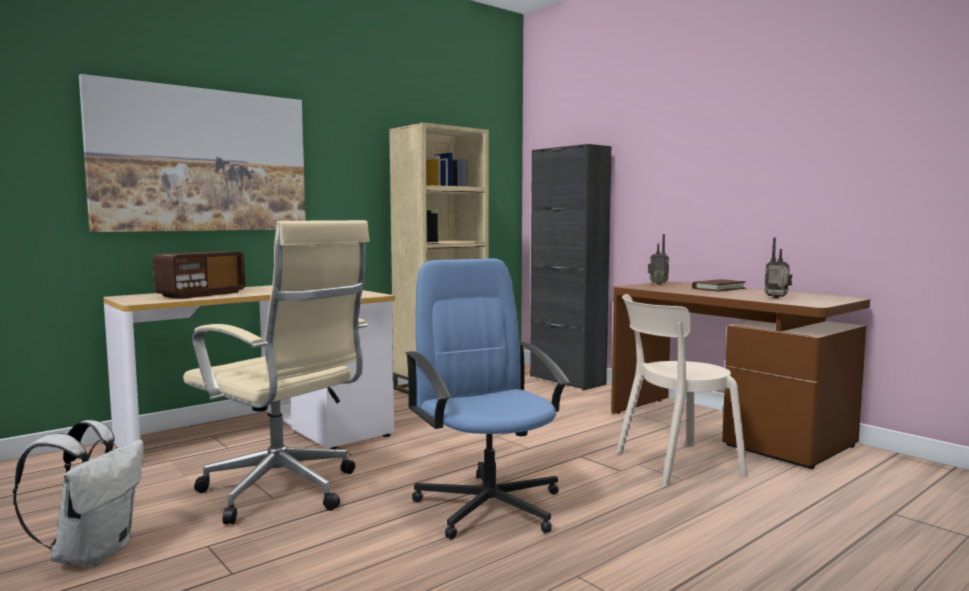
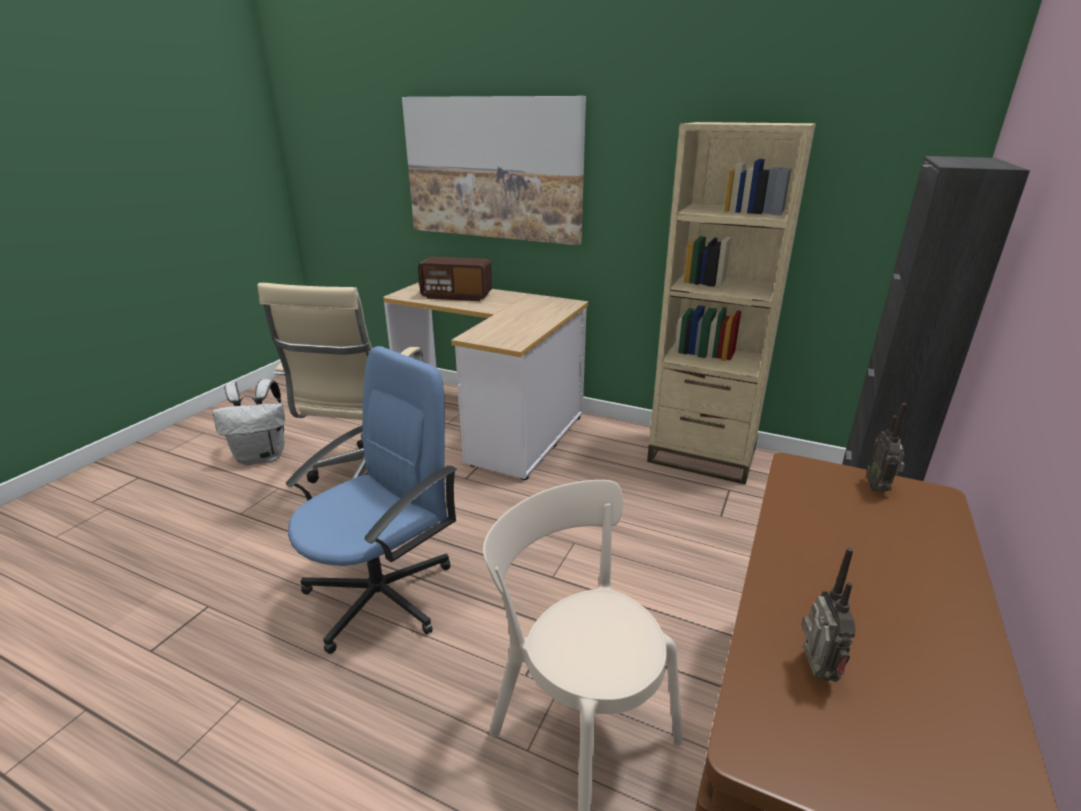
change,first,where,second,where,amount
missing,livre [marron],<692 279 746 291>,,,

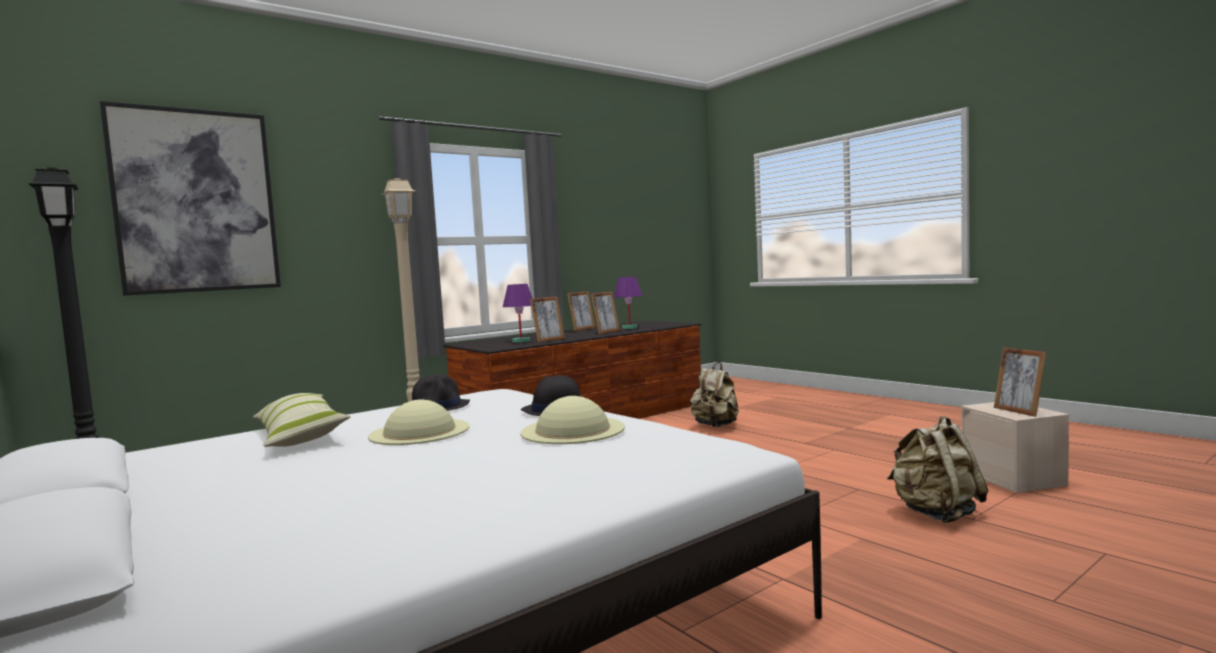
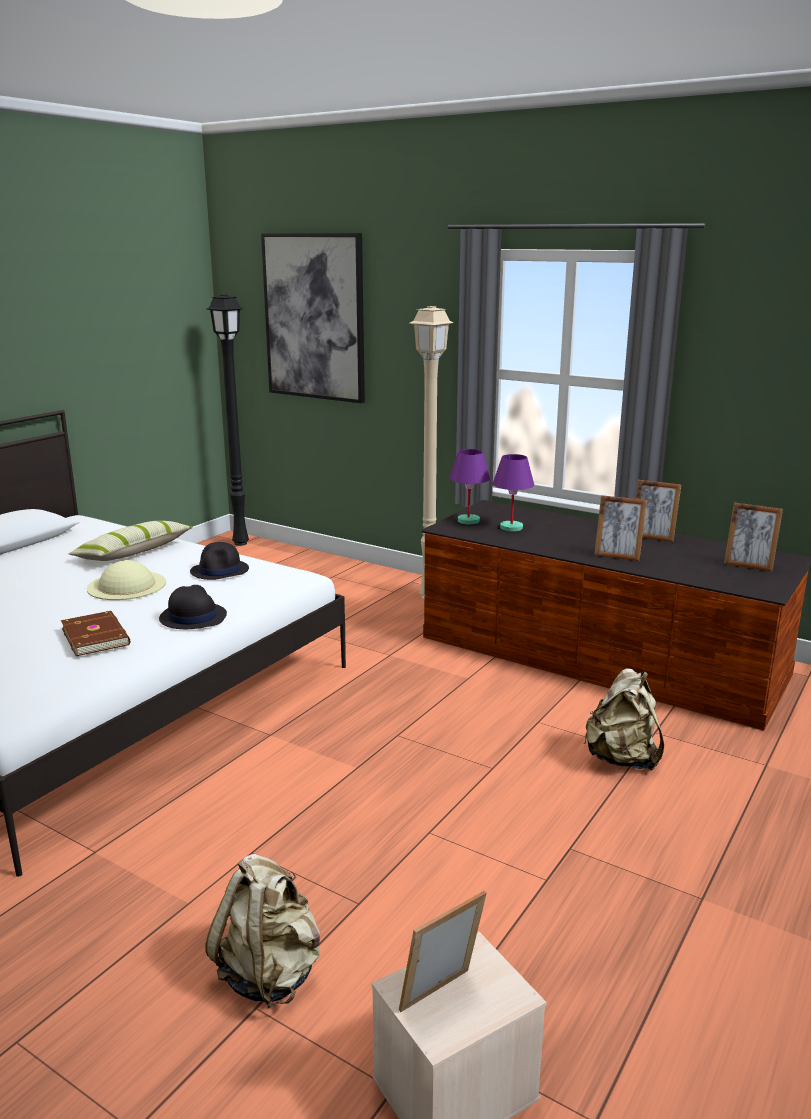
change,first,where,second,where,amount
relocated,lampe de table [violet],<614 277 643 329>,,<449 449 490 524>,
relocated,cadre photo,<530 296 565 343>,,<724 503 783 572>,
exchanged,chapeau [beige],<520 396 625 444>,livre [marron],<61 611 130 656>,

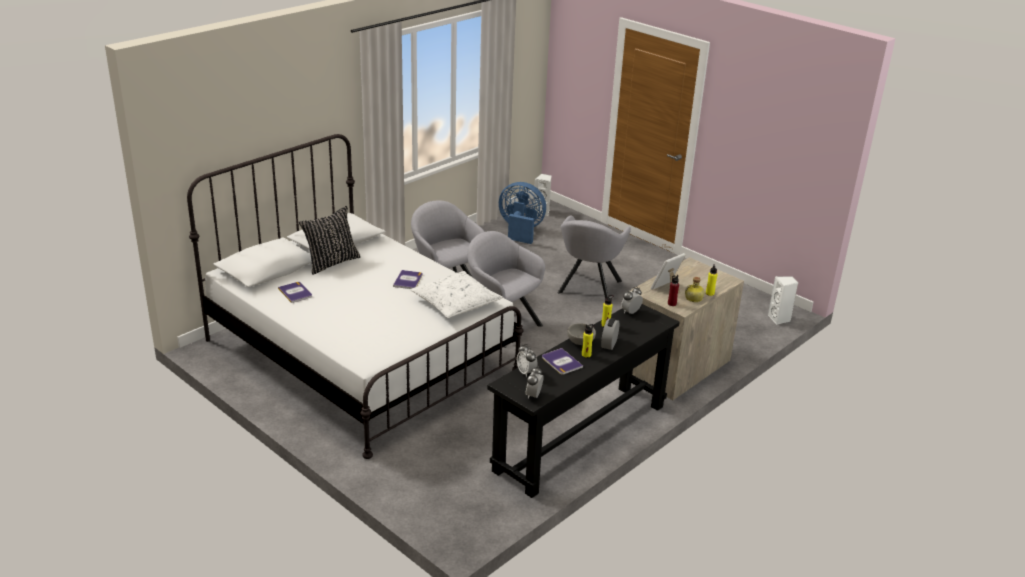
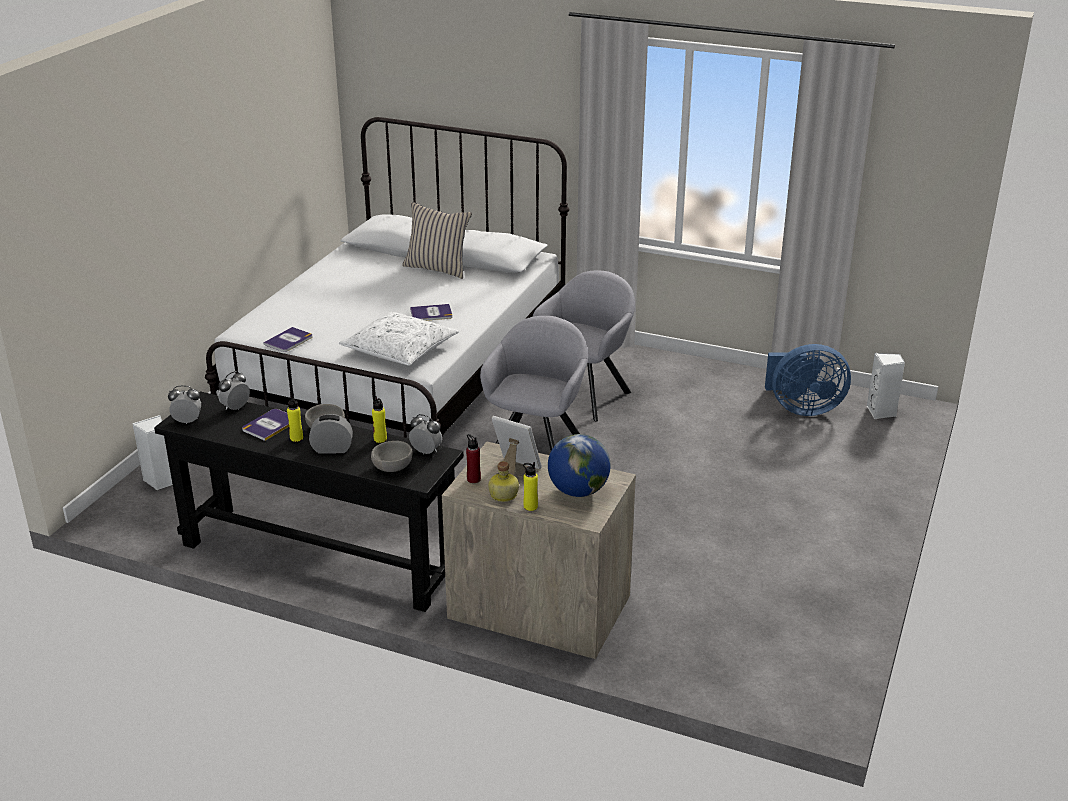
change,first,where,second,where,amount
spun,ventilateur [bleu],<499 182 546 244>,,<765 344 851 416>,90 degrees clockwise
colour,coussin [noir],<299 206 361 275>,coussin [beige],<402 202 472 279>,
missing,fauteuil [gris],<558 215 631 299>,,,
relocated,enceinte [blanc],<768 276 798 325>,,<132 415 173 490>,
relocated,livre,<278 282 312 303>,,<263 327 313 352>,
appeared,,,globe,<548 434 611 497>,
appeared,,,bol [gris],<371 441 412 472>,

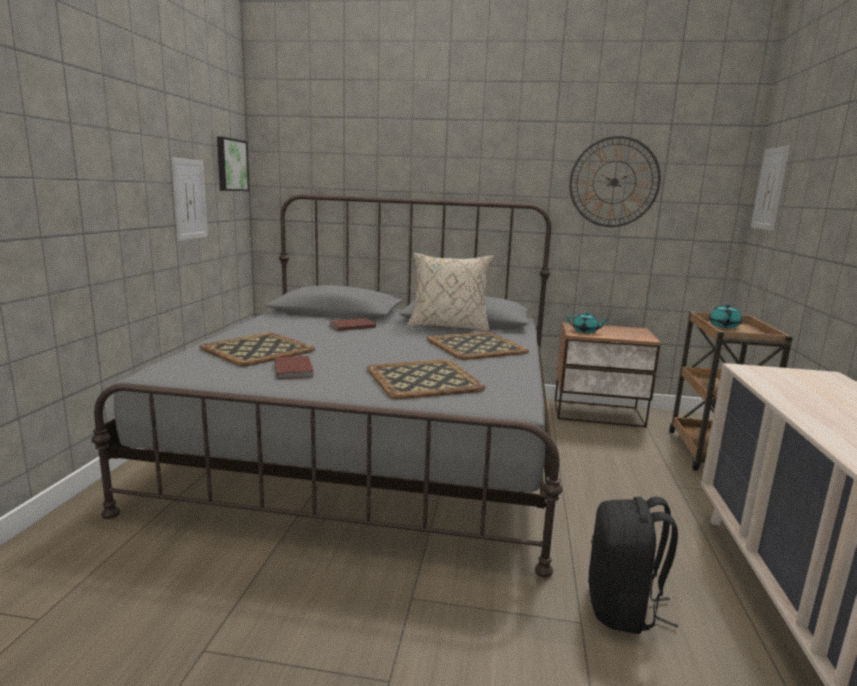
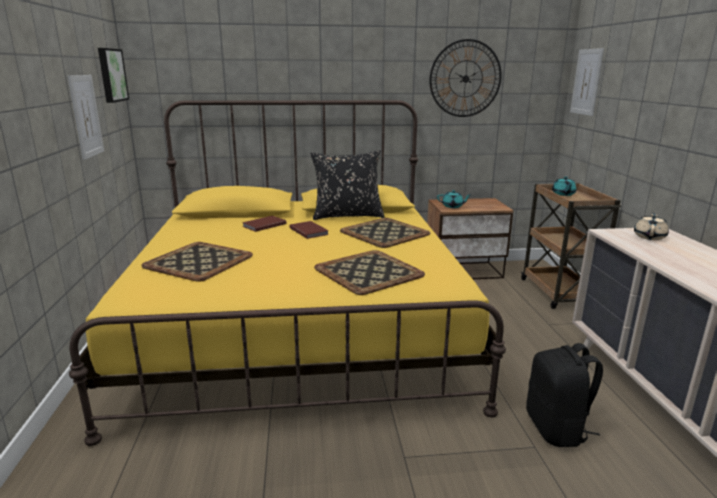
change,first,where,second,where,amount
colour,lit [gris],<91 194 562 578>,lit [jaune],<69 100 506 446>,
colour,coussin [beige],<407 253 494 332>,coussin [noir],<310 150 385 220>,
relocated,livre [marron],<275 356 314 379>,,<289 221 329 239>,
appeared,,,théière [beige],<634 213 669 240>,

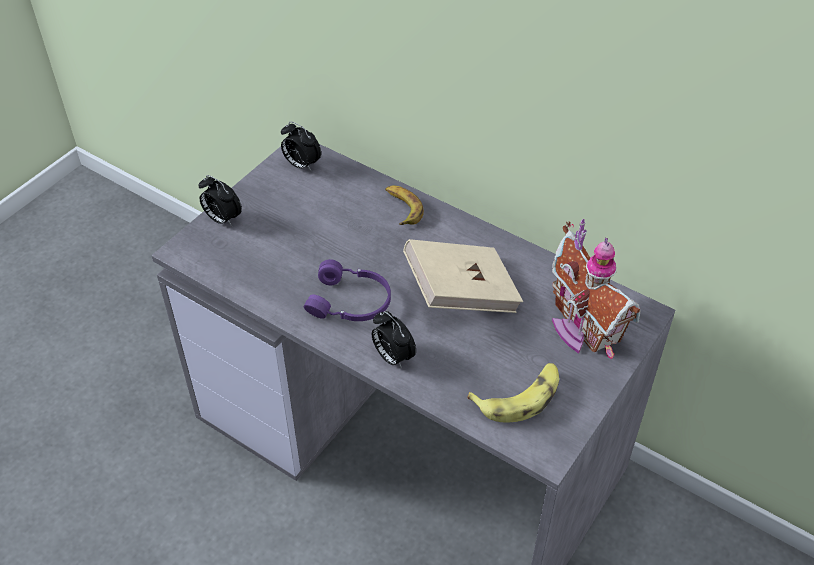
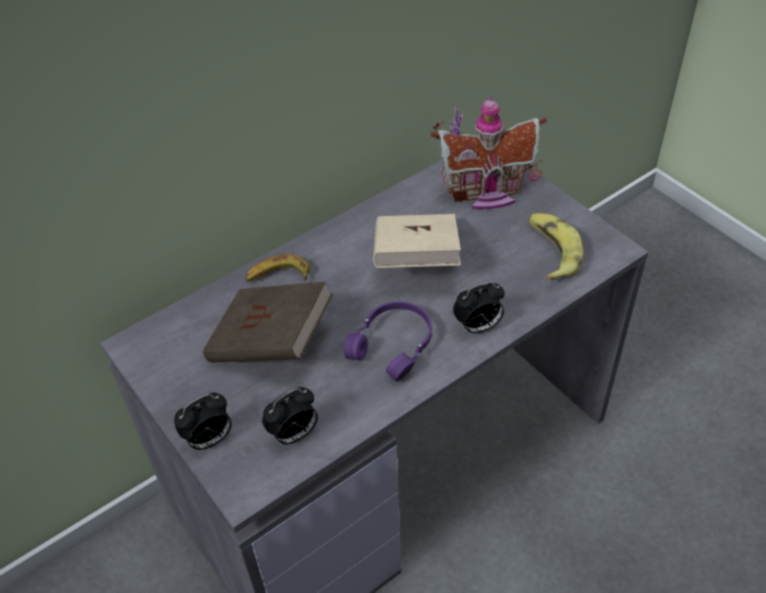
change,first,where,second,where,amount
relocated,réveil,<281 121 321 172>,,<262 387 318 446>,
appeared,,,livre [marron],<203 282 333 362>,

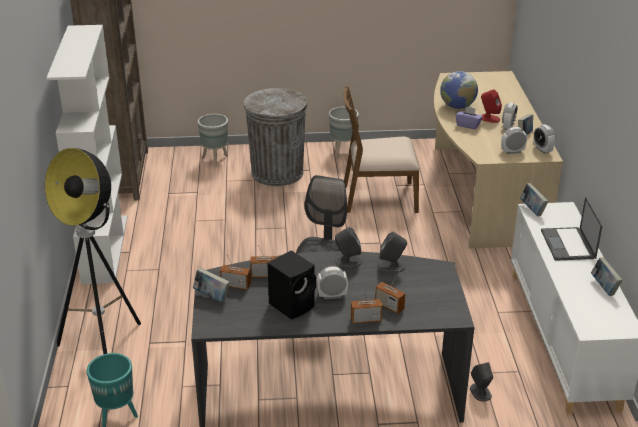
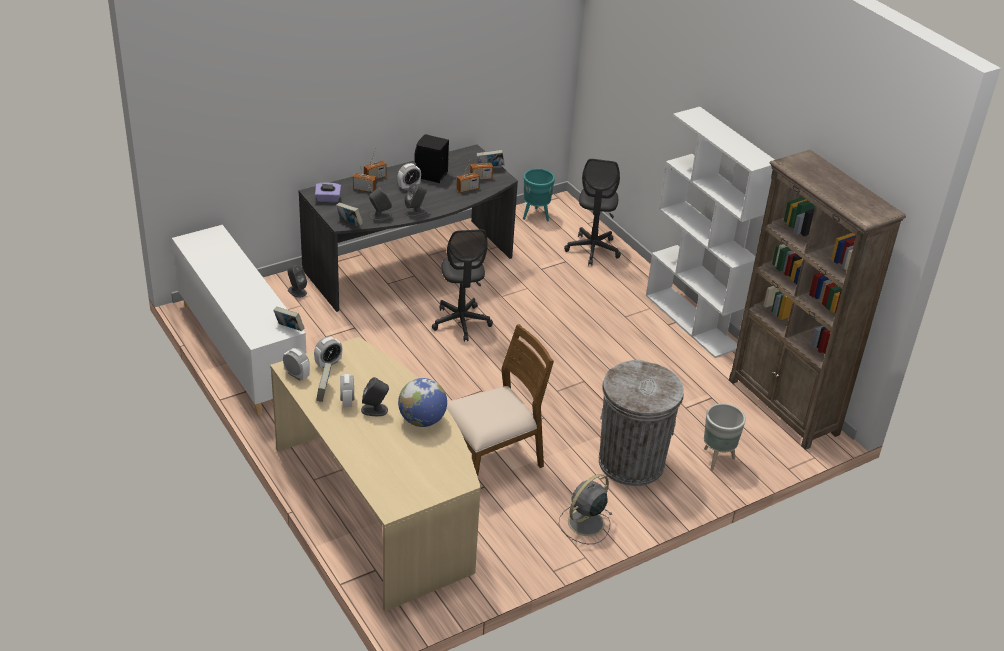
change,first,where,second,where,amount
colour,enceinte [rouge],<481 89 502 123>,enceinte [gris],<361 377 389 416>,
relocated,boîte à mouchoirs [violet],<455 106 483 130>,,<315 183 341 202>,
exchanged,cache-pot [gris],<329 107 359 159>,ventilateur [gris],<559 474 612 544>,
exchanged,lampadaire,<45 148 141 354>,chaise de bureau [gris],<564 159 621 266>,
missing,ordinateur portable,<541 197 602 261>,,,
relocated,livre,<591 257 623 296>,,<336 202 363 226>,

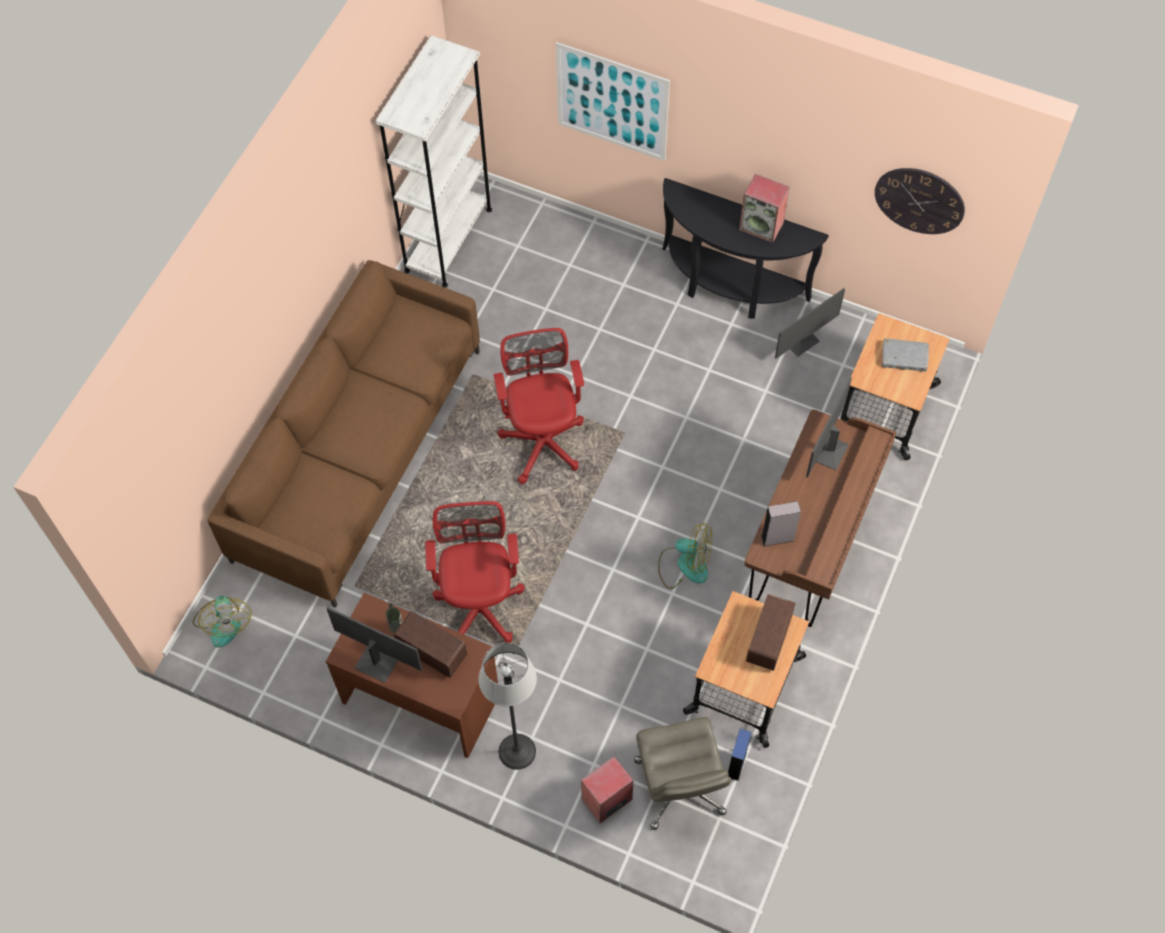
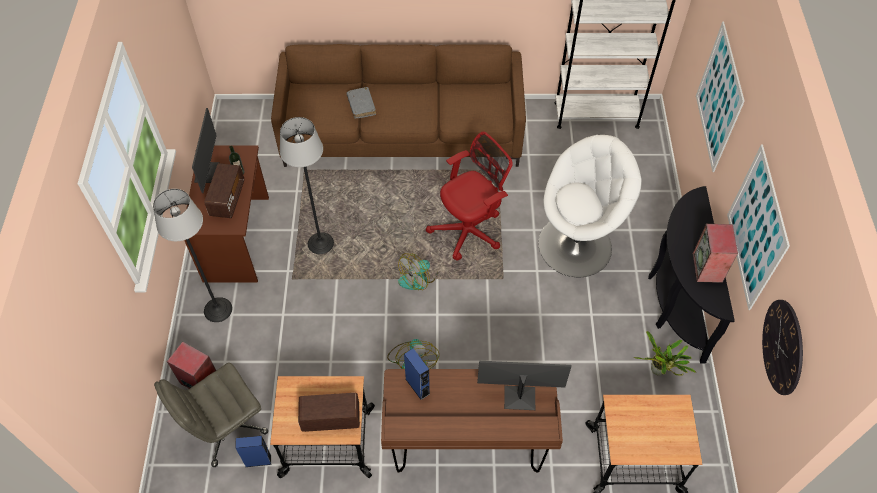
change,first,where,second,where,amount
exchanged,écran d'ordinateur,<775 288 845 359>,plante en pot,<634 331 696 375>,
relocated,livre [gris],<882 338 929 372>,,<346 87 376 118>,
exchanged,chaise de bureau [rouge],<425 501 525 643>,lampadaire,<280 117 334 254>,
colour,enceinte [gris],<761 501 801 546>,enceinte [bleu],<404 348 430 400>,
relocated,ventilateur,<193 596 252 648>,,<398 253 437 290>,
appeared,,,fauteuil [blanc],<538 135 642 277>,
appeared,,,tableau,<727 145 790 310>,

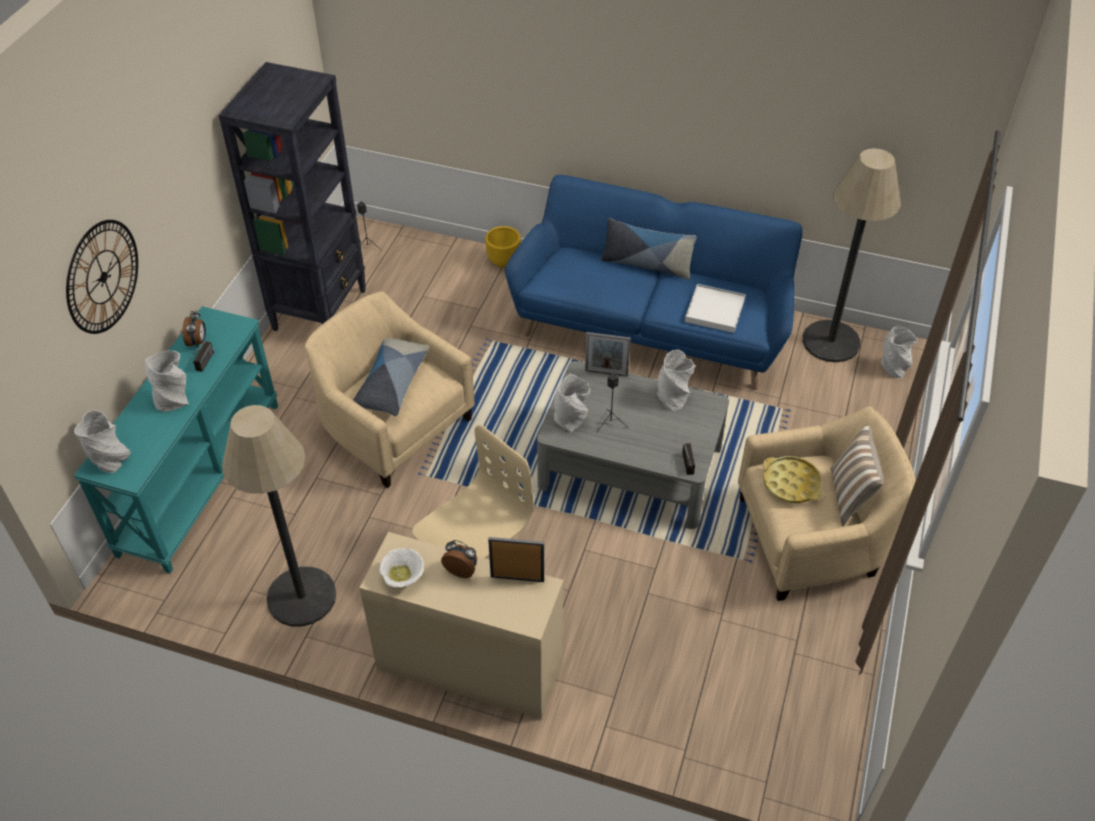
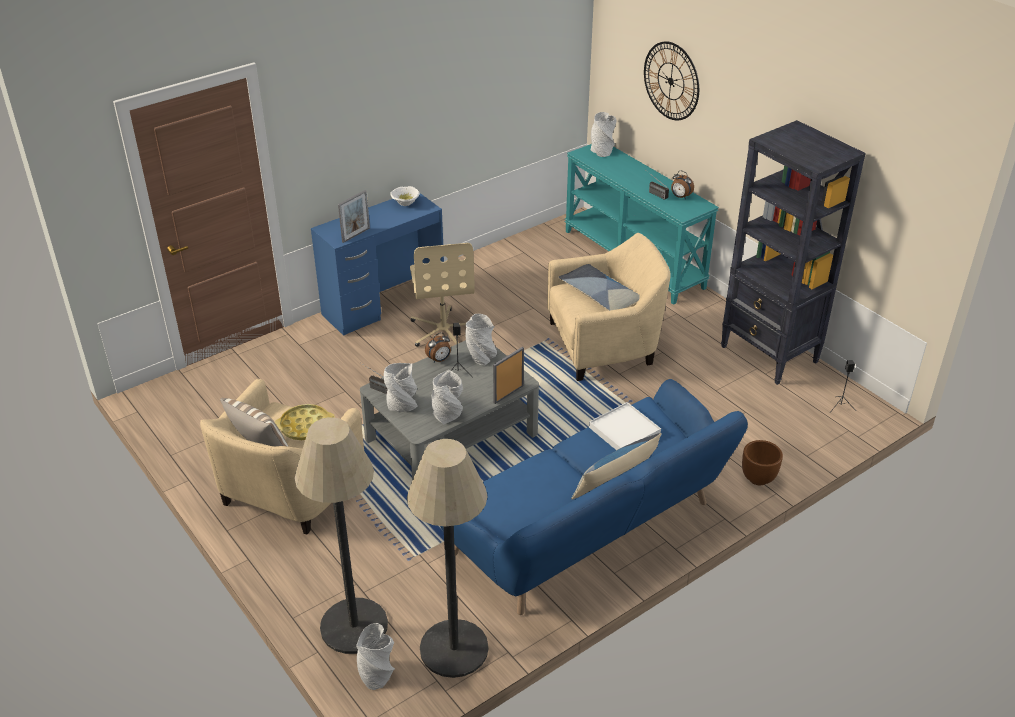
change,first,where,second,where,amount
colour,cache-pot [jaune],<485 226 521 268>,cache-pot [marron],<742 440 783 485>,
relocated,plateau [blanc],<685 284 746 333>,,<589 402 661 450>,
relocated,vase [gris],<145 351 189 412>,,<384 363 417 412>,
relocated,lampadaire,<222 405 336 627>,,<295 417 388 654>,
colour,bureau [beige],<360 532 564 719>,bureau [bleu],<311 193 444 336>,
relocated,réveil,<441 540 477 578>,,<425 333 451 362>,

